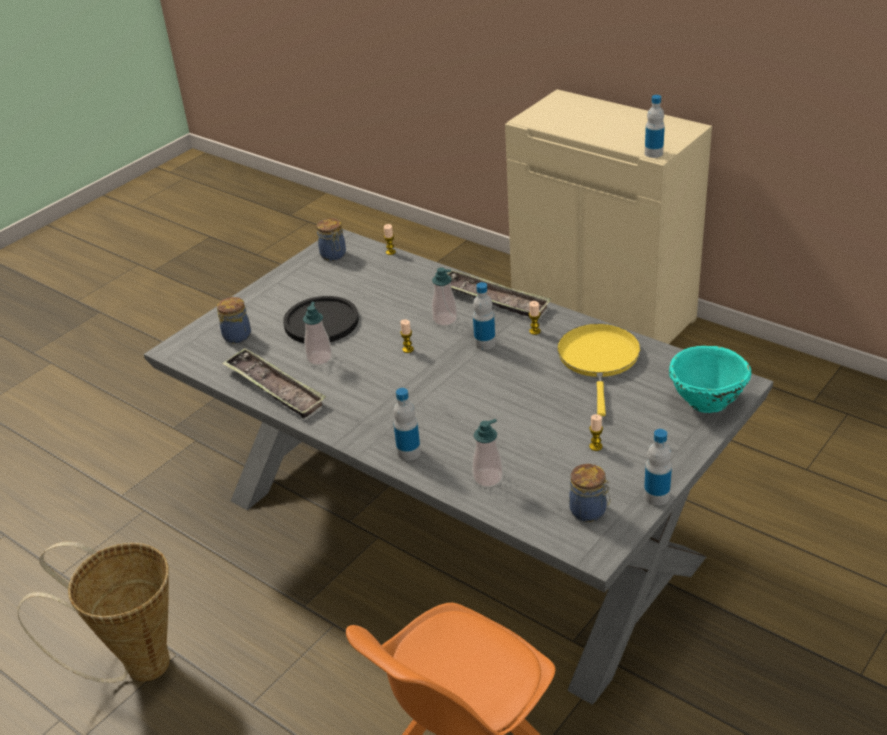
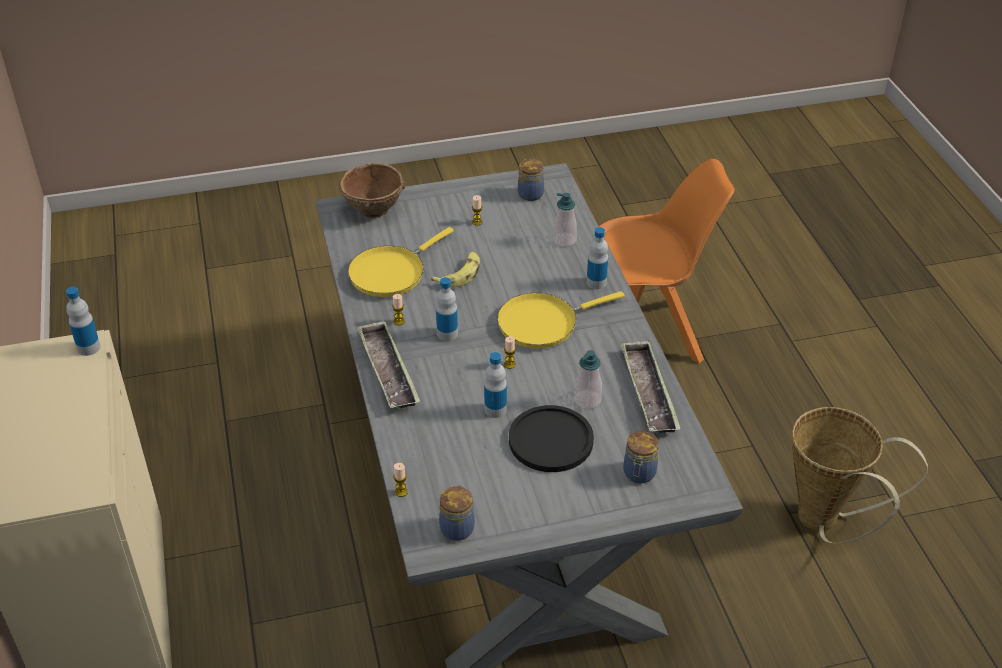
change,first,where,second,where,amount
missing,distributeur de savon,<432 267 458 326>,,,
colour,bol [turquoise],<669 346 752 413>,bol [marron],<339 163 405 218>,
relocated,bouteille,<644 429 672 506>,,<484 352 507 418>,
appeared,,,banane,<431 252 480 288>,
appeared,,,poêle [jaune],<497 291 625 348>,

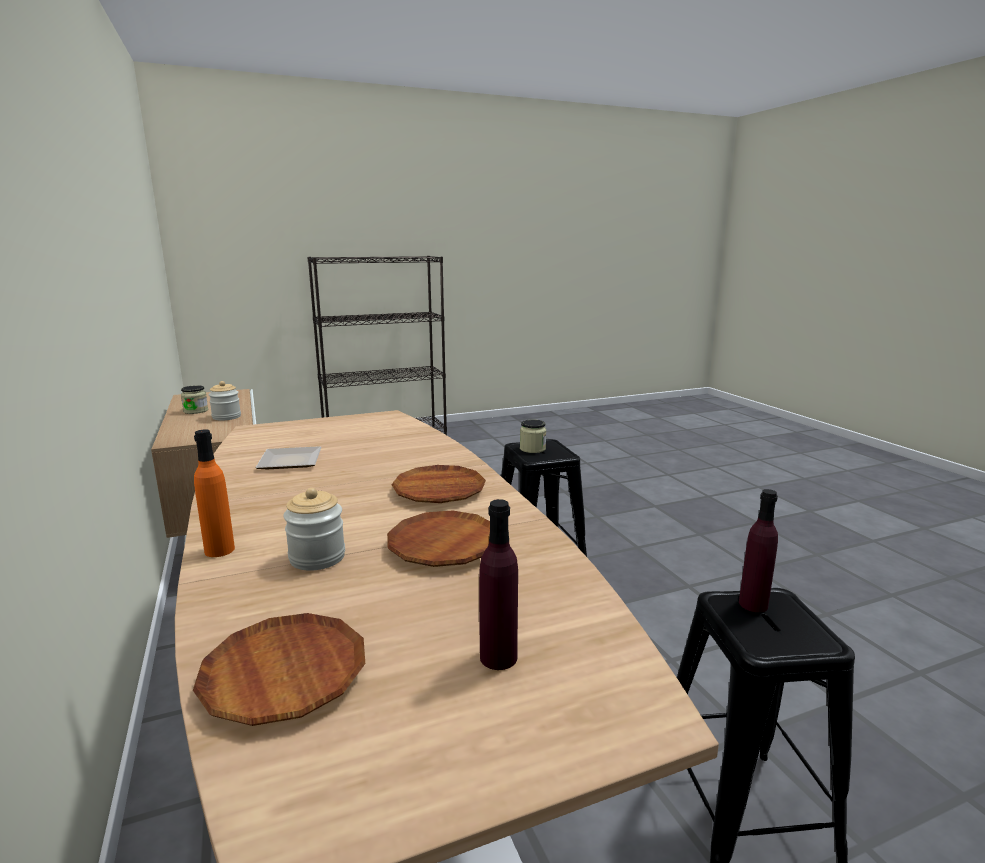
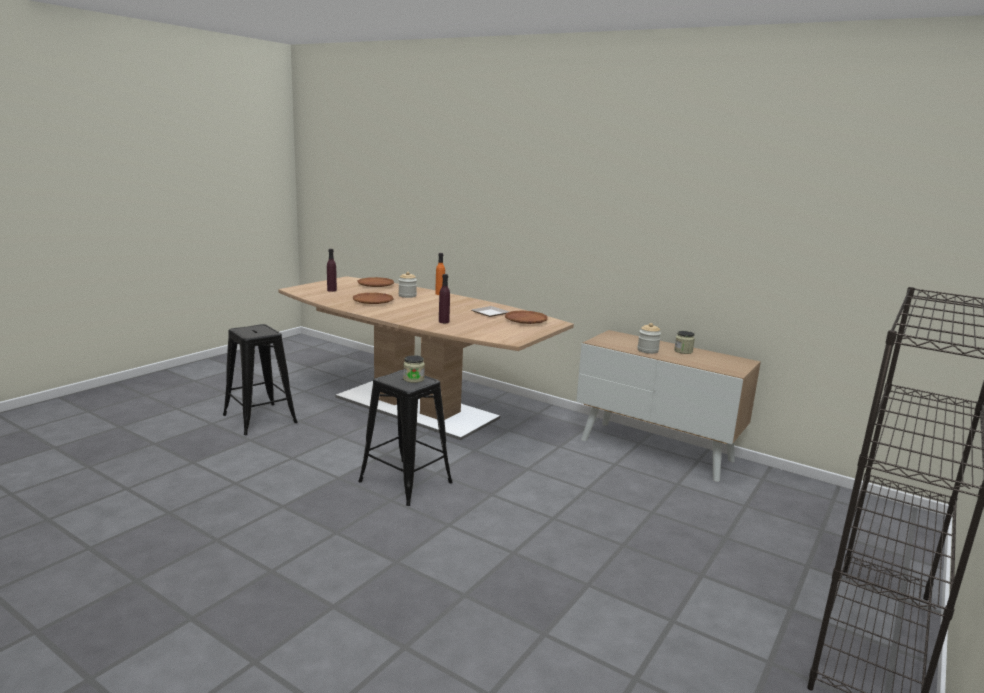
change,first,where,second,where,amount
relocated,assiette [marron],<392 465 486 503>,,<505 310 547 324>,
relocated,bouteille [violet],<739 489 778 613>,,<439 274 450 323>,

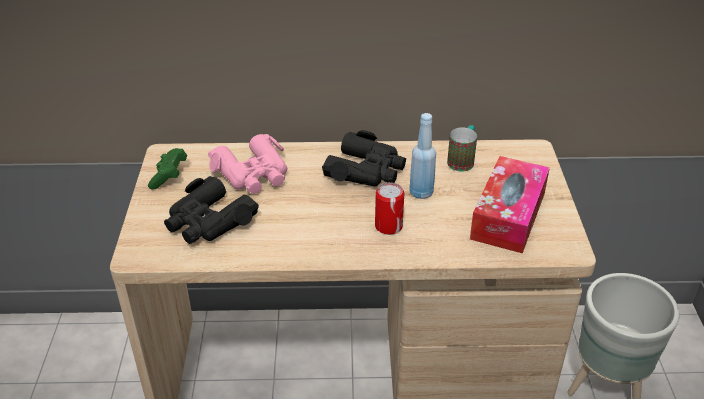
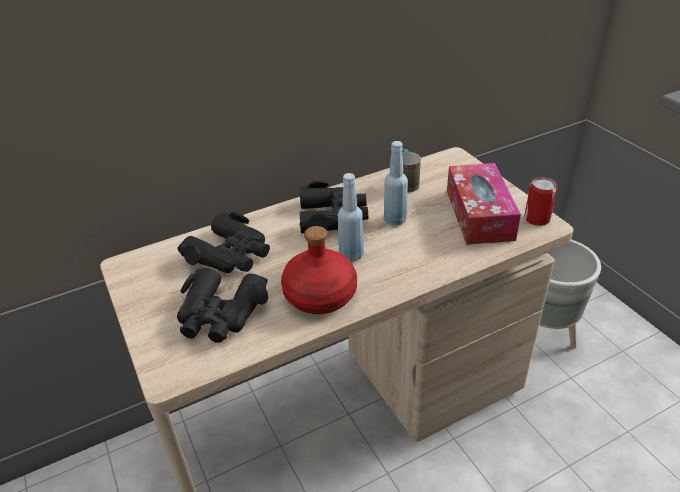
change,first,where,second,where,amount
colour,jumelles [rose],<208 134 287 194>,jumelles [noir],<178 212 270 273>,
missing,manette [vert],<148 148 187 190>,,,
relocated,boîte métallique,<375 182 404 235>,,<524 177 558 226>,
appeared,,,bouteille [bleu],<338 173 364 261>,
appeared,,,bouteille [rouge],<281 226 357 314>,

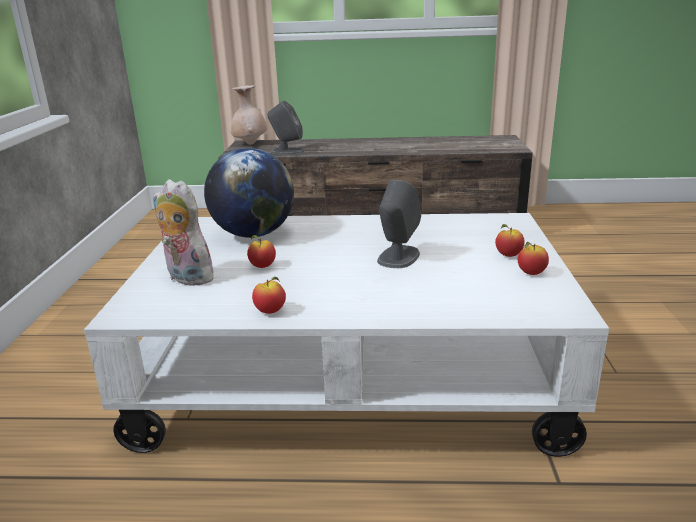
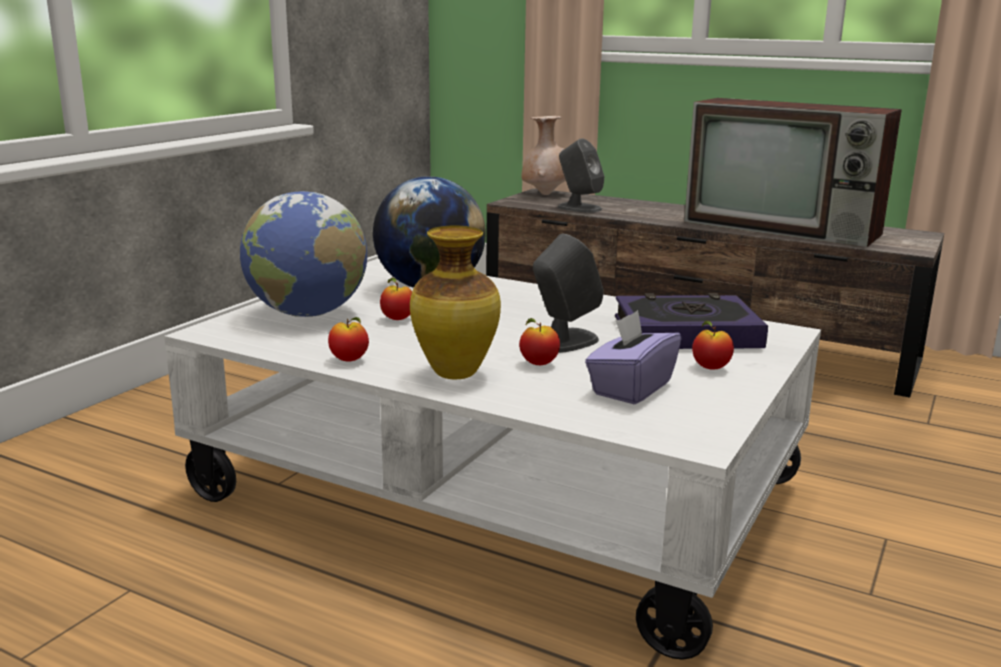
change,first,where,second,where,amount
exchanged,peluche,<153 179 214 286>,globe,<240 191 367 317>,
relocated,pomme,<518 242 549 275>,,<519 318 560 365>,
appeared,,,téléviseur,<684 98 902 247>,
appeared,,,vase,<410 226 501 379>,
appeared,,,livre,<615 293 768 349>,
appeared,,,boîte à mouchoirs [violet],<585 310 682 404>,

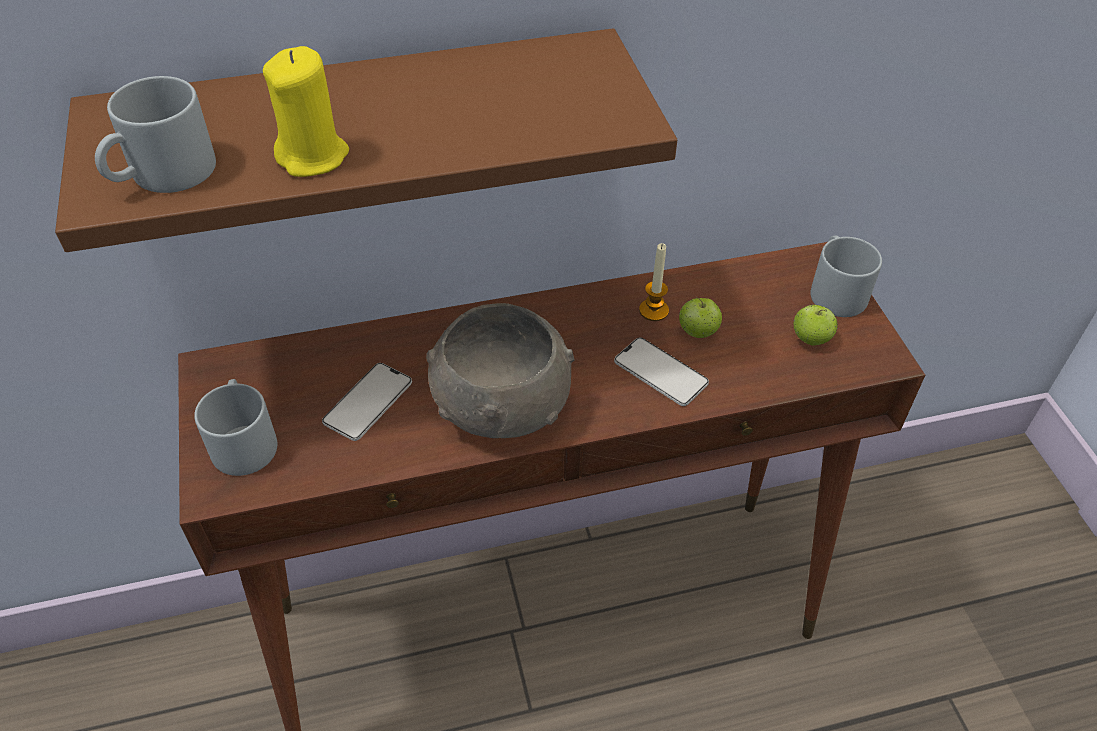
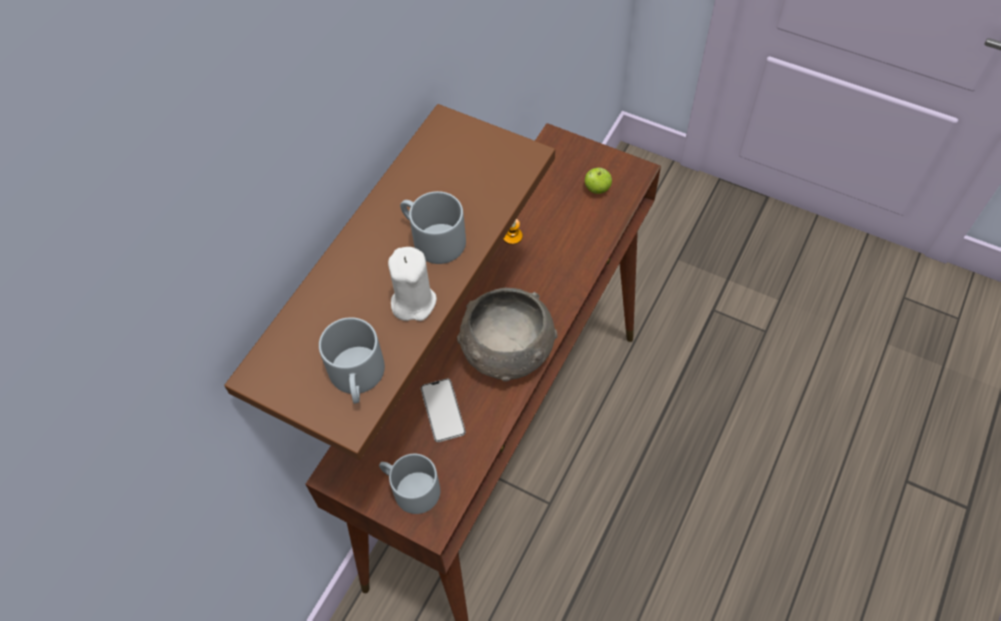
change,first,where,second,where,amount
colour,bougie [jaune],<263 46 349 177>,bougie [blanc],<388 247 437 321>,
relocated,mug [gris],<810 236 882 317>,,<400 191 466 264>,
missing,pomme,<679 297 722 338>,,,
missing,téléphone,<614 338 709 406>,,,

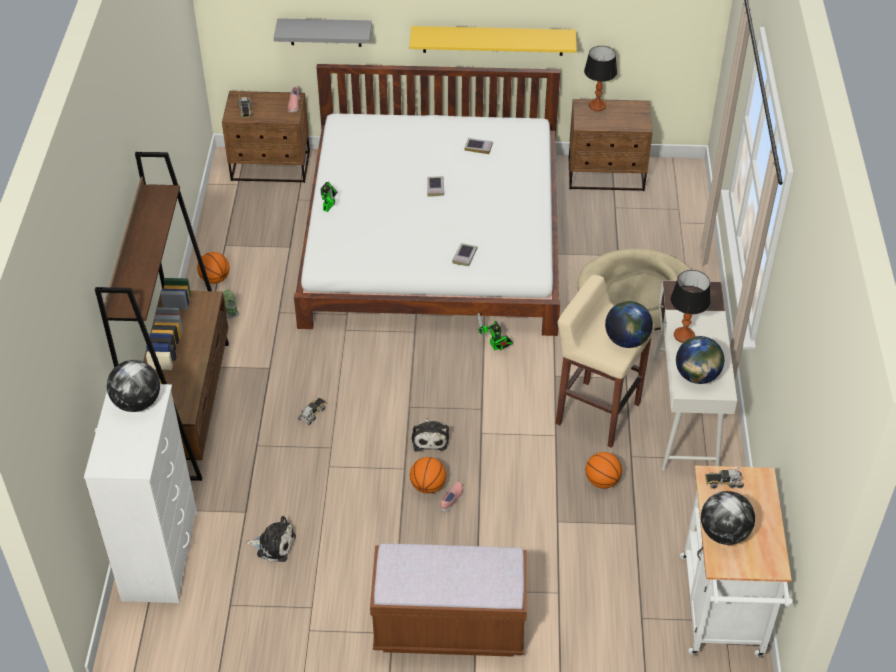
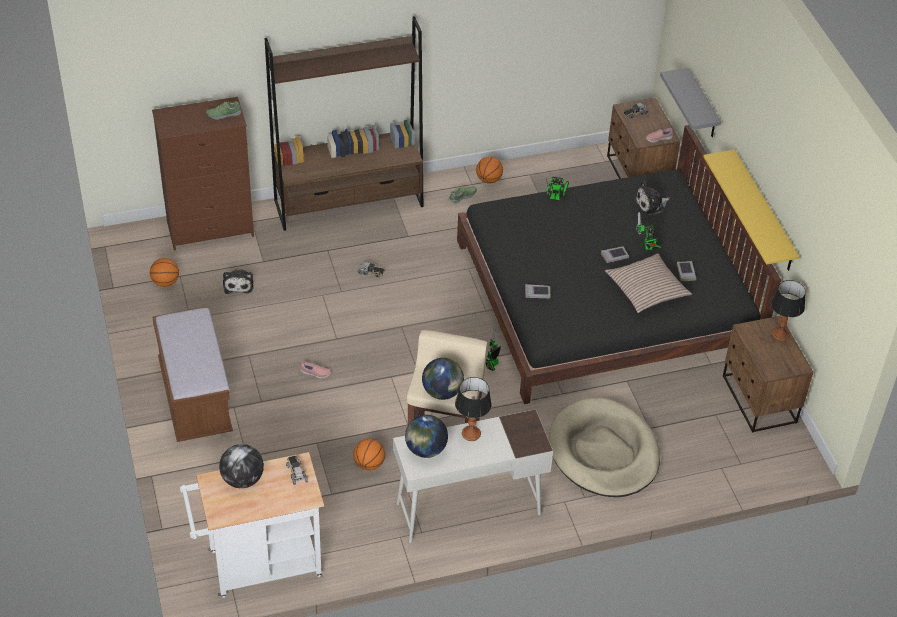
change,first,where,second,where,amount
colour,lit [blanc],<294 64 560 336>,lit [noir],<457 125 781 404>,
exchanged,globe,<107 360 160 412>,chaussure,<206 101 241 120>,
colour,commode [blanc],<84 384 197 603>,commode [marron],<152 97 254 250>,
relocated,peluche,<412 418 449 452>,,<634 181 670 215>,
relocated,ballon de basket,<410 457 446 494>,,<150 258 179 287>,
appeared,,,robot jouet,<636 212 661 250>,
appeared,,,coussin,<605 253 692 313>,

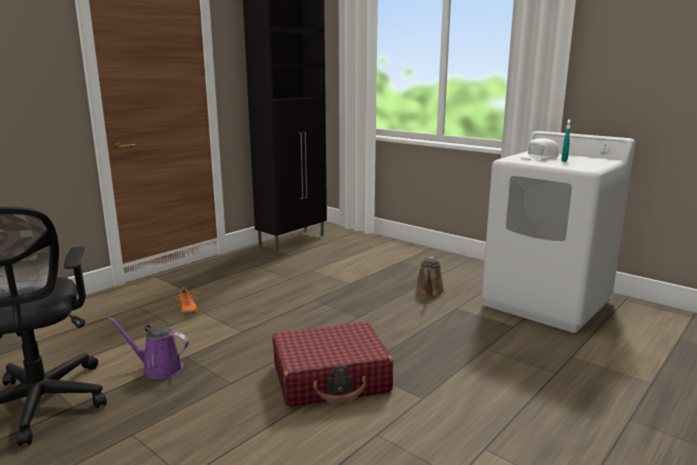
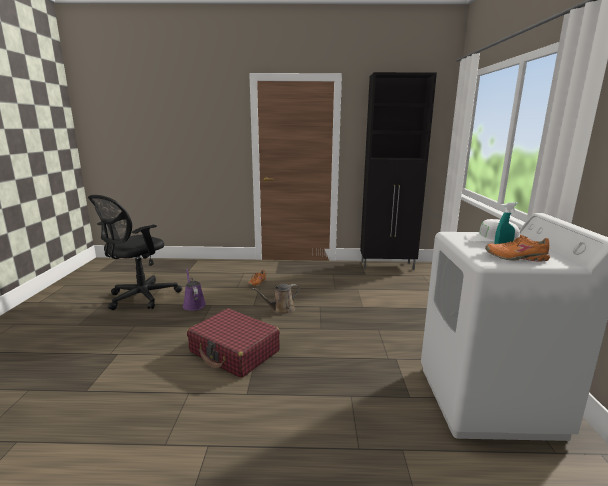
change,first,where,second,where,amount
relocated,arrosoir [marron],<415 257 445 297>,,<252 284 300 314>,
appeared,,,chaussure [orange],<485 235 550 261>,

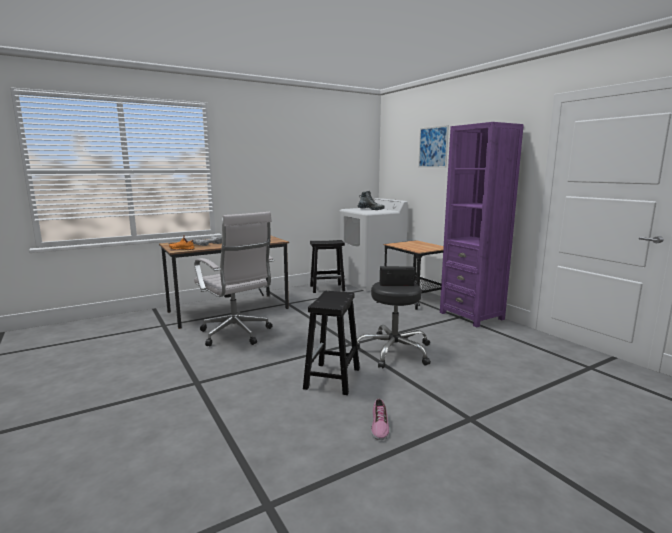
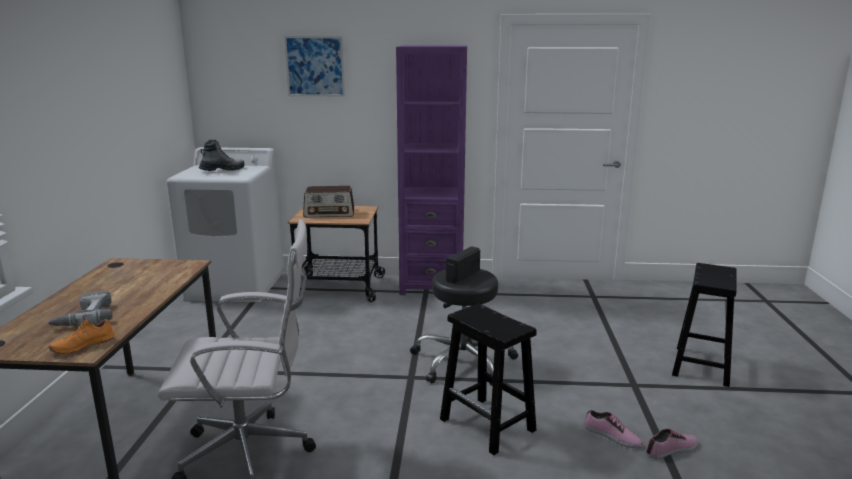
change,first,where,second,where,amount
relocated,tabouret [noir],<310 240 345 293>,,<672 263 737 387>,
appeared,,,radio,<303 186 354 218>,
appeared,,,chaussure,<646 429 698 459>,

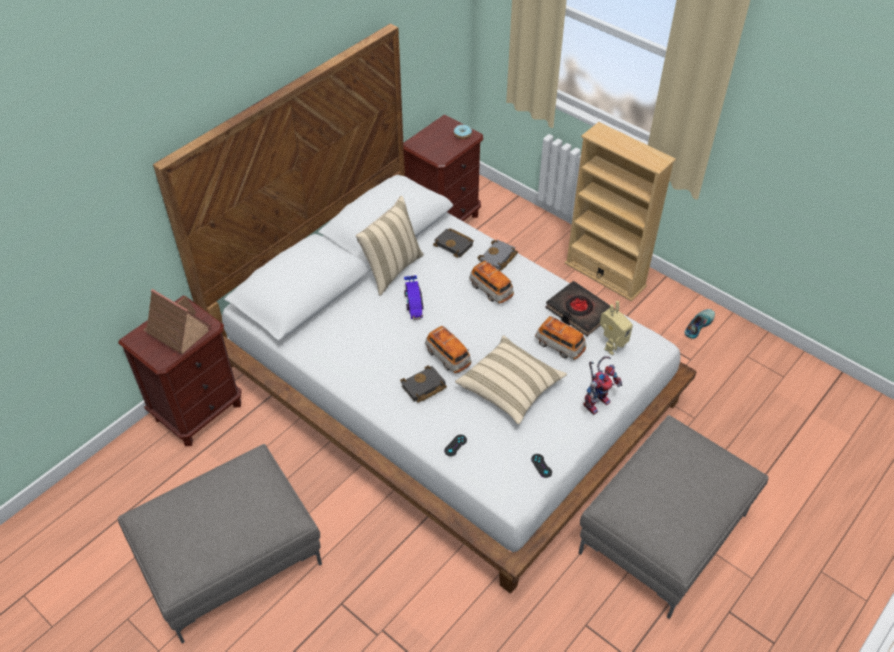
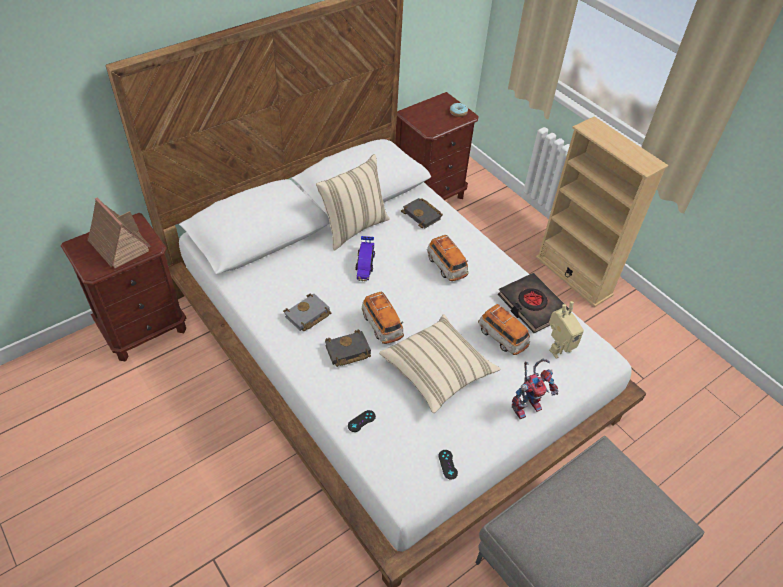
change,first,where,second,where,amount
relocated,livre [gris],<477 239 518 270>,,<283 294 331 331>,
missing,chaussure,<684 309 715 339>,,,
missing,pouf [gris],<118 444 322 644>,,,

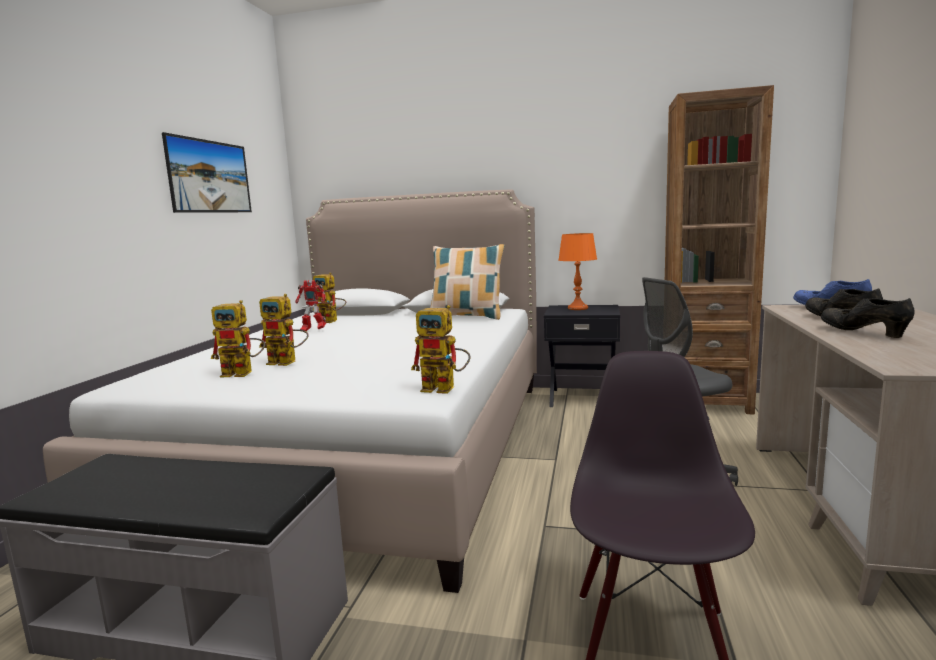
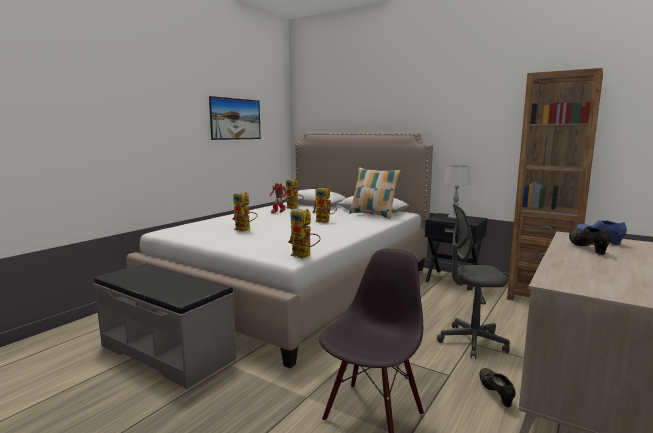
change,first,where,second,where,amount
colour,lampe de table [orange],<559 233 597 310>,lampe de table [gris],<443 165 471 219>,
relocated,chaussure [noir],<821 298 914 338>,,<479 368 516 407>,
relocated,robot jouet,<211 300 265 377>,,<312 187 337 223>,

